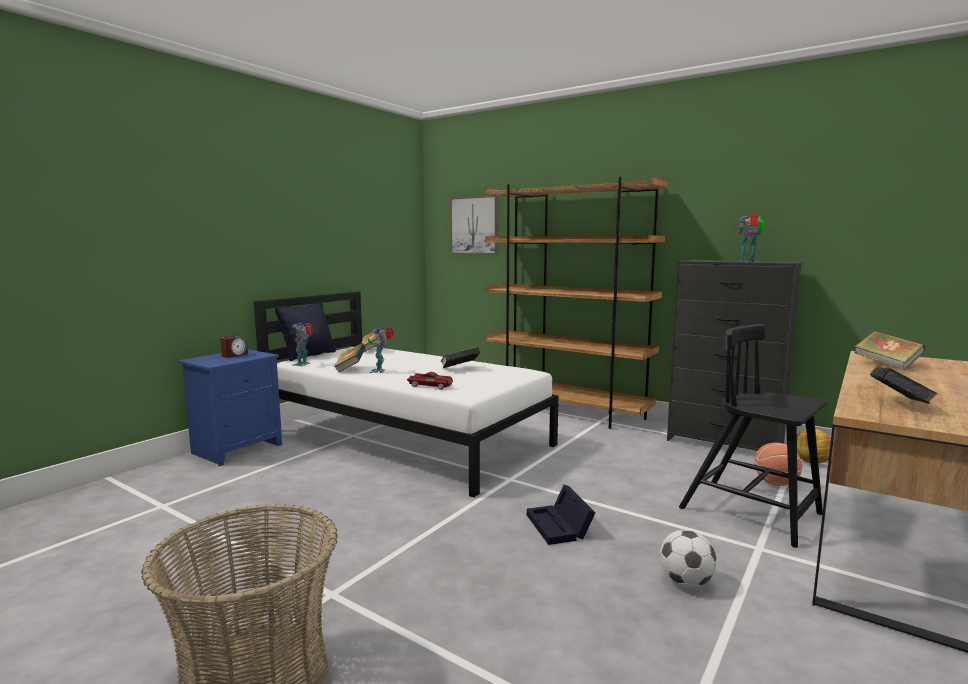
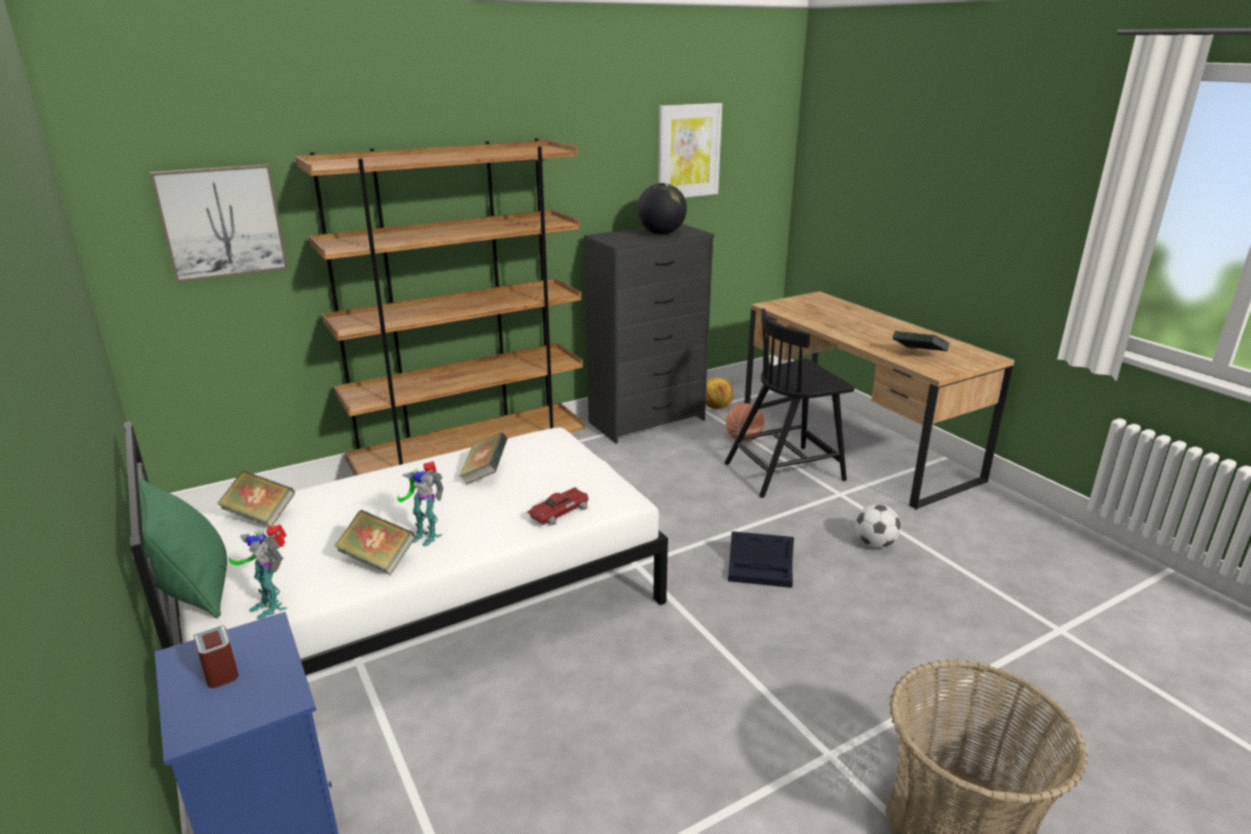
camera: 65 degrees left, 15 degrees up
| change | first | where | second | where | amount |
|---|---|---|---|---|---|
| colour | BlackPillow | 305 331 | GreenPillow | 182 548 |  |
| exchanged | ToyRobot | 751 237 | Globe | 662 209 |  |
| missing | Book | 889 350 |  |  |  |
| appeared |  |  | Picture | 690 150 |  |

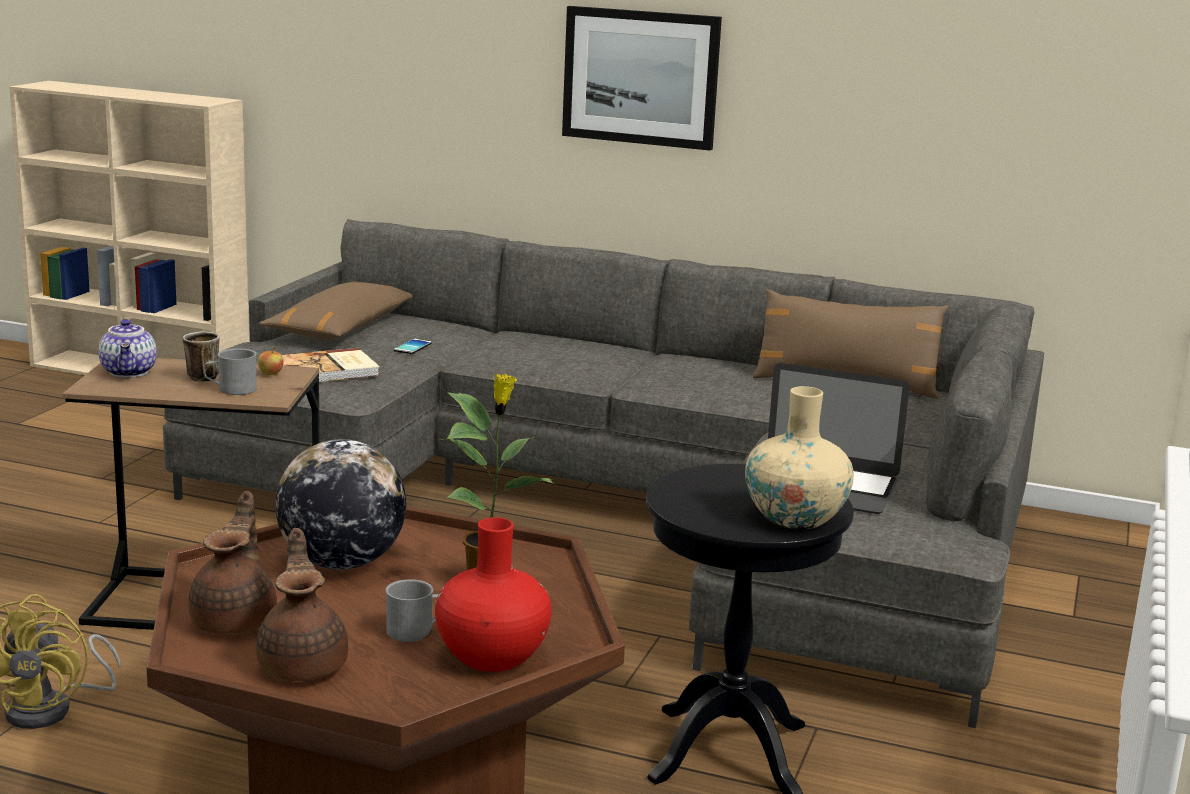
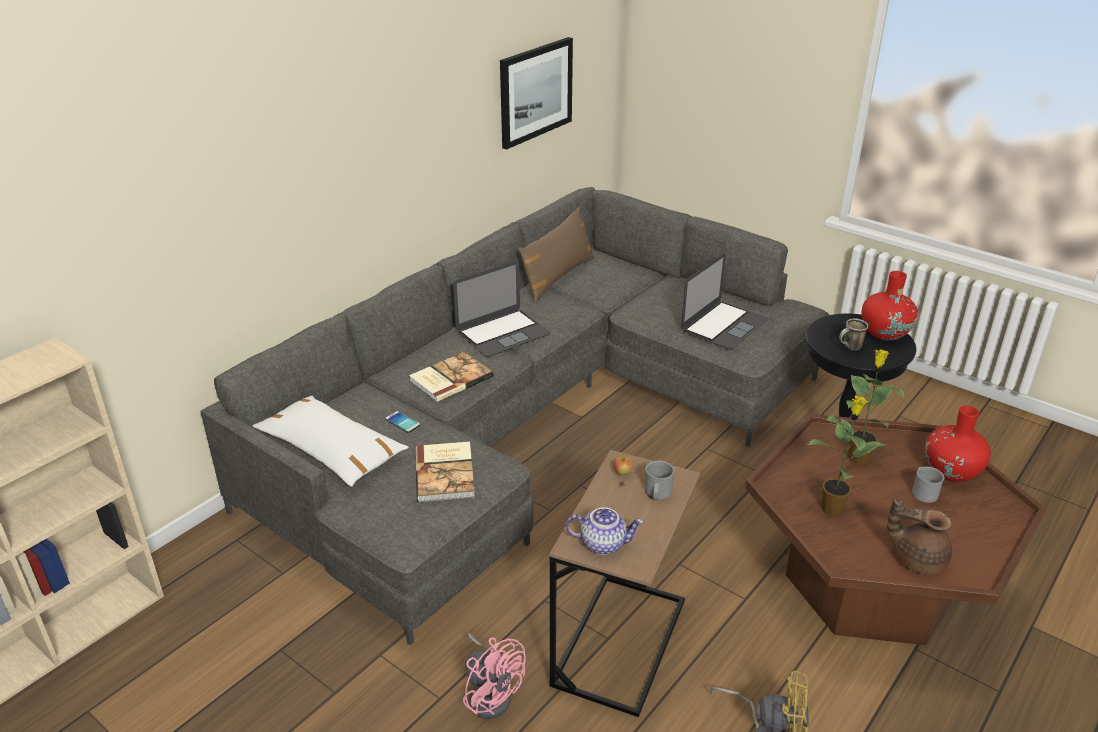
camera: 70 degrees left, 15 degrees up
| change | first | where | second | where | amount |
|---|---|---|---|---|---|
| relocated | Mug | 201 357 |  | 853 335 |  |
| missing | BrownTeapot | 302 604 |  |  |  |
| colour | BrownPillow | 336 311 | WhitePillow | 330 441 |  |
| exchanged | Globe | 340 504 | PottedPlant | 846 456 |  |
| relocated | Picture | 642 78 |  | 536 93 |  |
| colour | BeigeVase | 799 457 | RedVase | 890 306 |  |
| appeared |  |  | Book | 451 377 |  |
| appeared |  |  | Laptop | 501 309 |  |
| appeared |  |  | PinkFan | 494 676 |  |

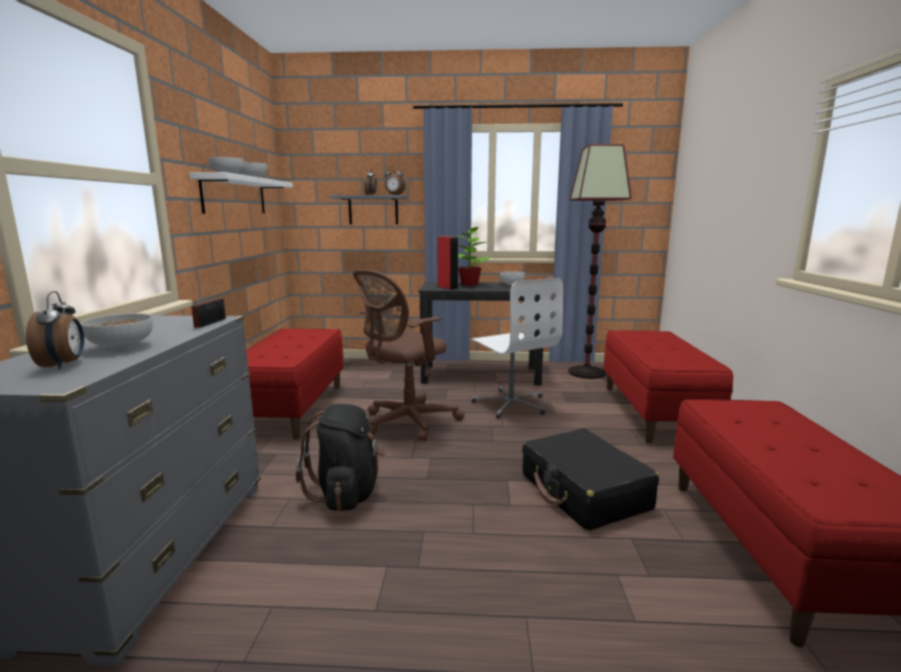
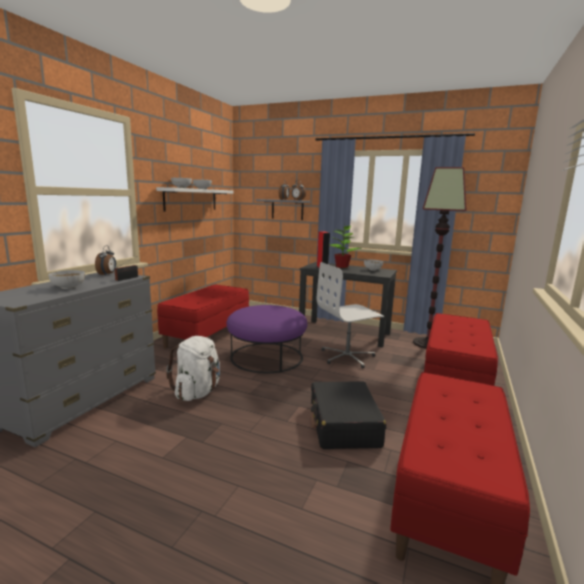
camera: 20 degrees right, 0 degrees up
| change | first | where | second | where | amount |
|---|---|---|---|---|---|
| relocated | AlarmClock | 55 330 |  | 105 260 |  |
| colour | BlackBackpack | 340 458 | WhiteBackpack | 193 368 |  |
| exchanged | BrownOfficeChair | 409 355 | PurpleOttoman | 266 339 |  |
| spun | WhiteOfficeChair | 516 348 |  | 350 315 | 75 degrees clockwise |

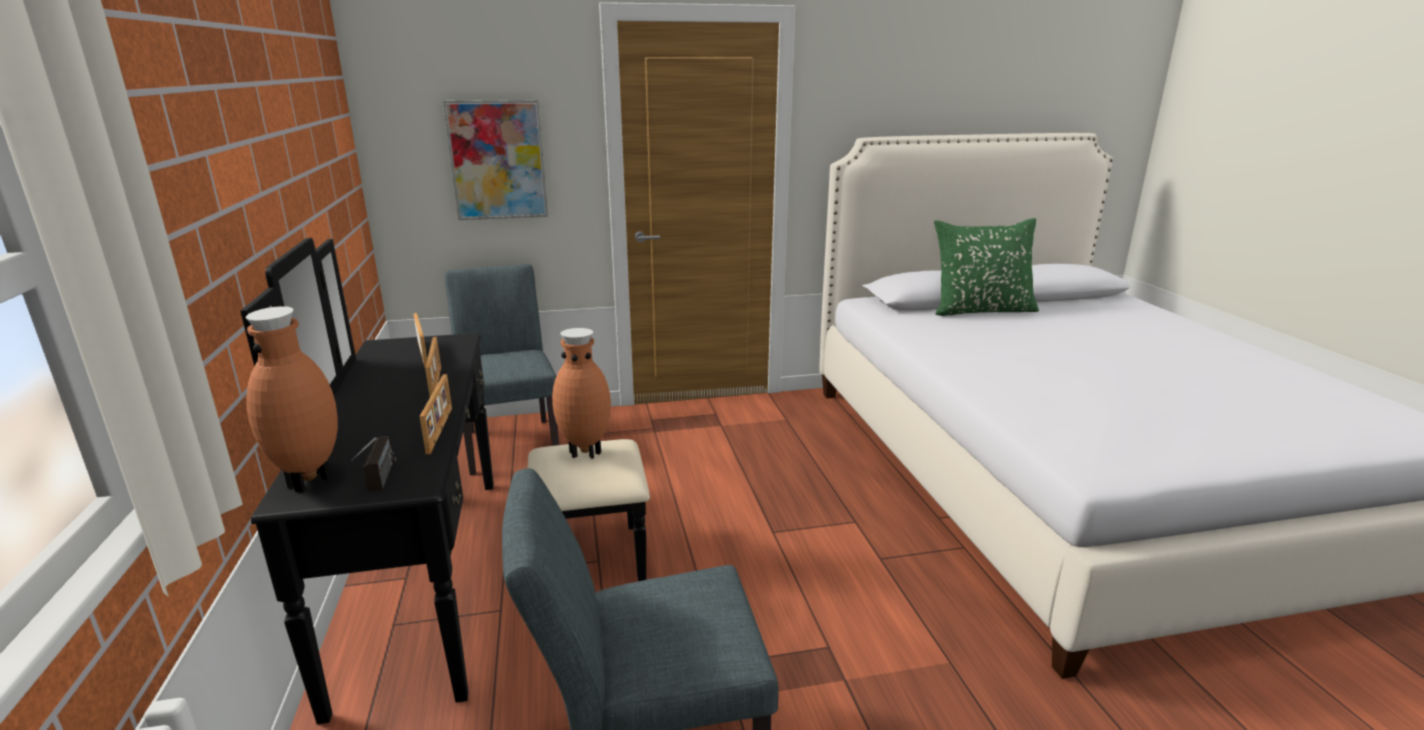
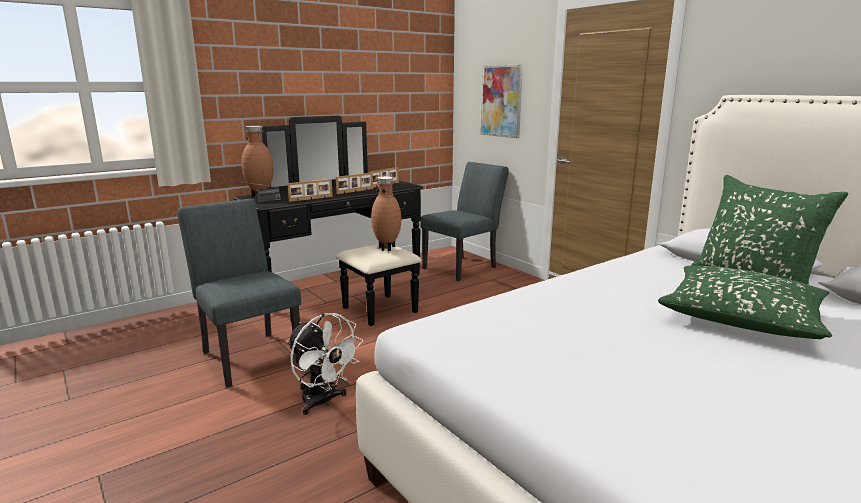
camera: 65 degrees right, 5 degrees down
| change | first | where | second | where | amount |
|---|---|---|---|---|---|
| appeared |  |  | WhiteFan | 325 364 |  |
| appeared |  |  | GreenPillow | 745 302 |  |

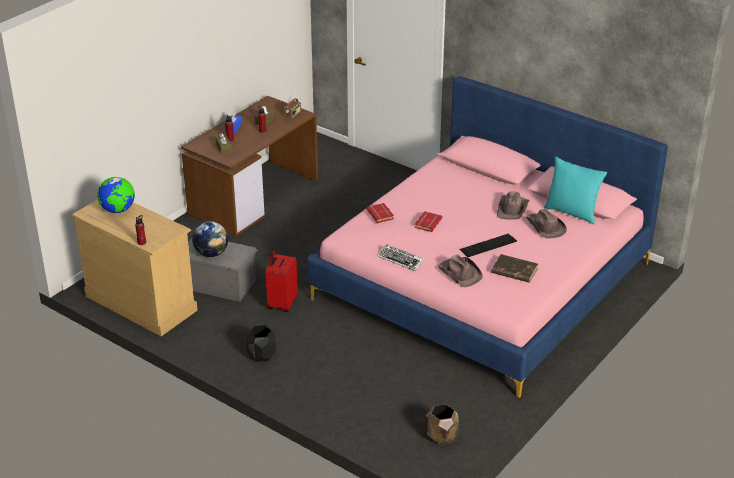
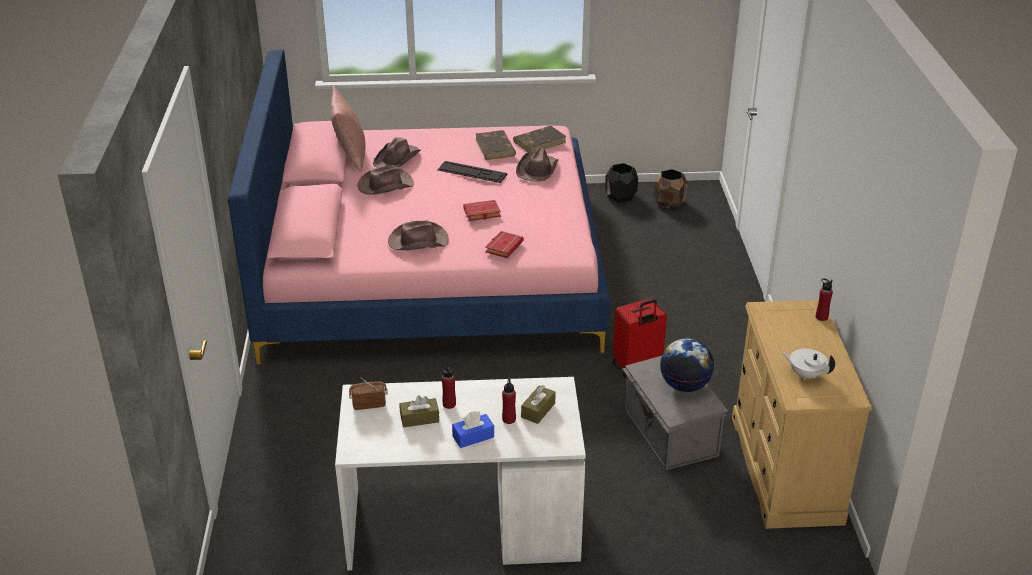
camera: 130 degrees left, 0 degrees up
| change | first | where | second | where | amount |
|---|---|---|---|---|---|
| exchanged | Globe | 116 195 | WhiteTeapot | 808 364 |  |
| colour | BrownDesk | 249 166 | WhiteDesk | 460 473 |  |
| relocated | BlackPlanter | 261 343 |  | 621 182 |  |
| missing | Keyboard | 400 257 |  |  |  |
| colour | TurquoisePillow | 575 190 | PinkPillow | 348 128 |  |
| appeared |  |  | BrownHat | 418 235 |  |
| appeared |  |  | BrownBook | 540 139 |  |

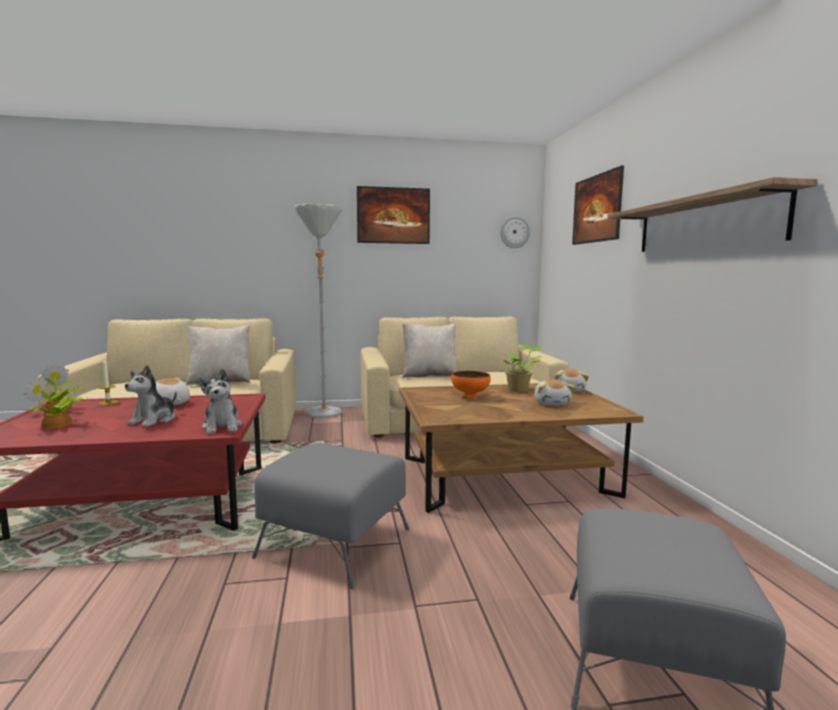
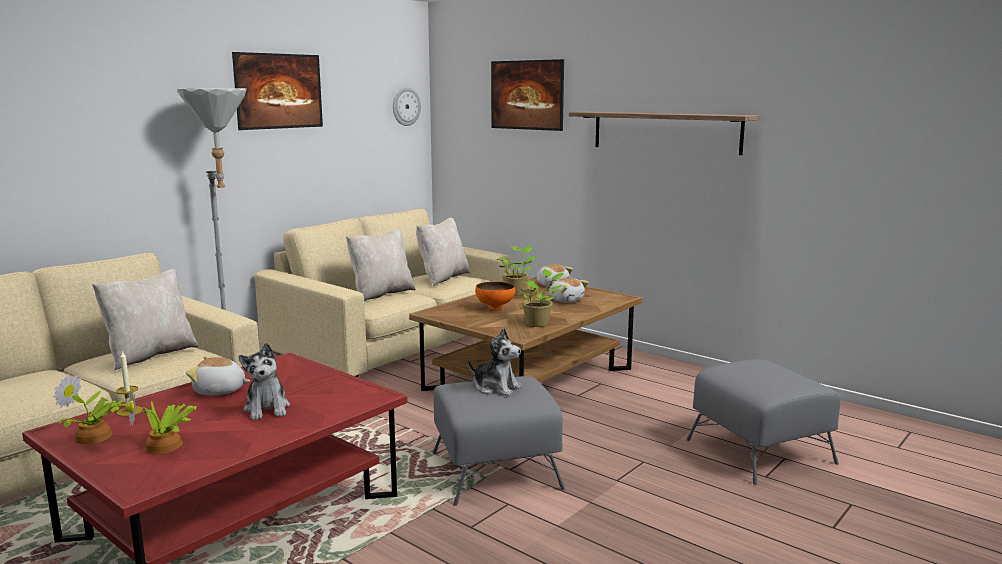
camera: 40 degrees left, 5 degrees up
| change | first | where | second | where | amount |
|---|---|---|---|---|---|
| relocated | PlushToy | 219 401 |  | 495 362 |  |
| appeared |  |  | BeigePillow | 443 252 |  |
| appeared |  |  | PottedPlant | 542 298 |  |

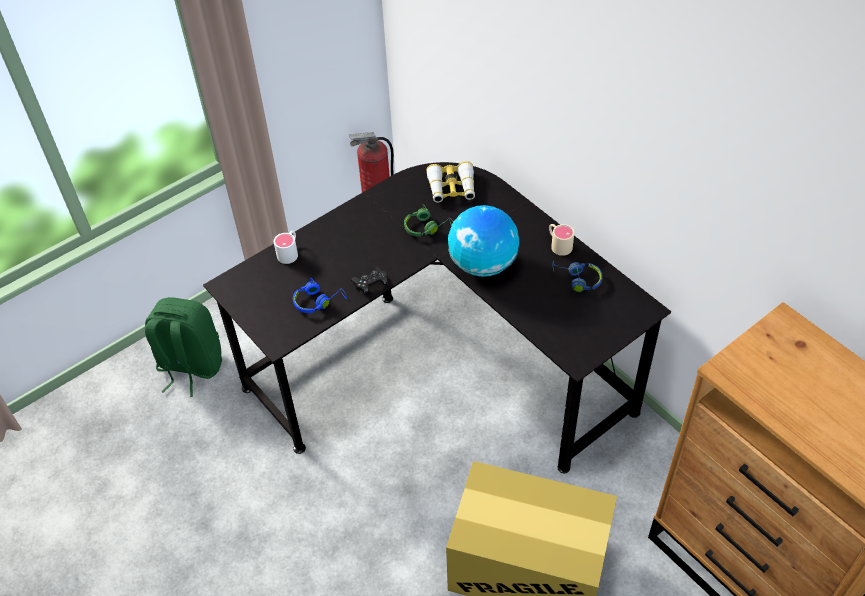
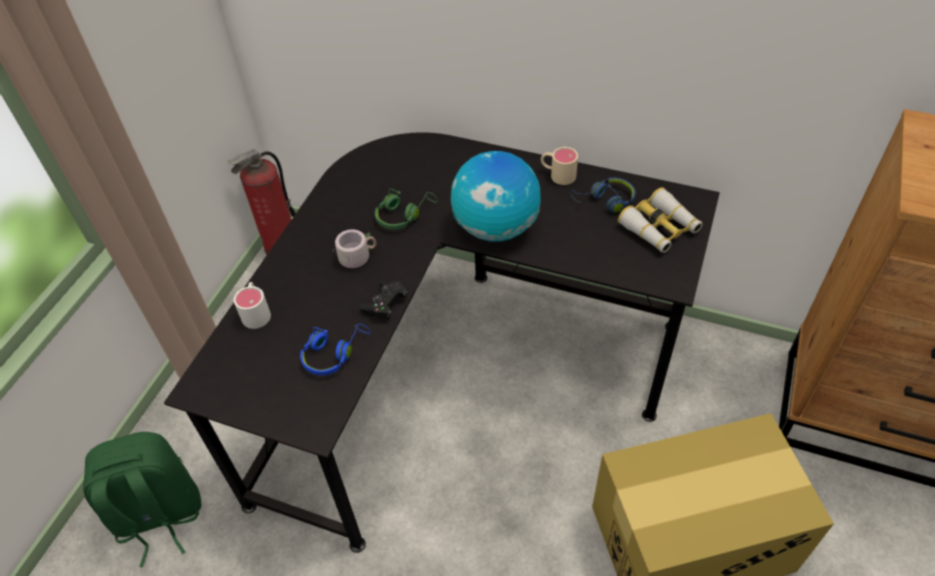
camera: 30 degrees left, 0 degrees up
| change | first | where | second | where | amount |
|---|---|---|---|---|---|
| relocated | Binoculars | 450 182 |  | 660 220 |  |
| appeared |  |  | GreyMug | 354 248 |  |

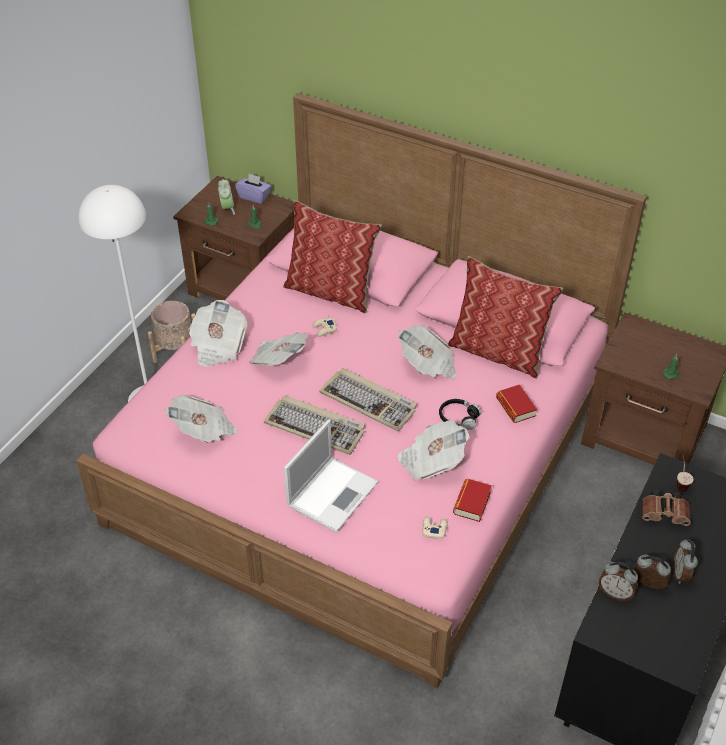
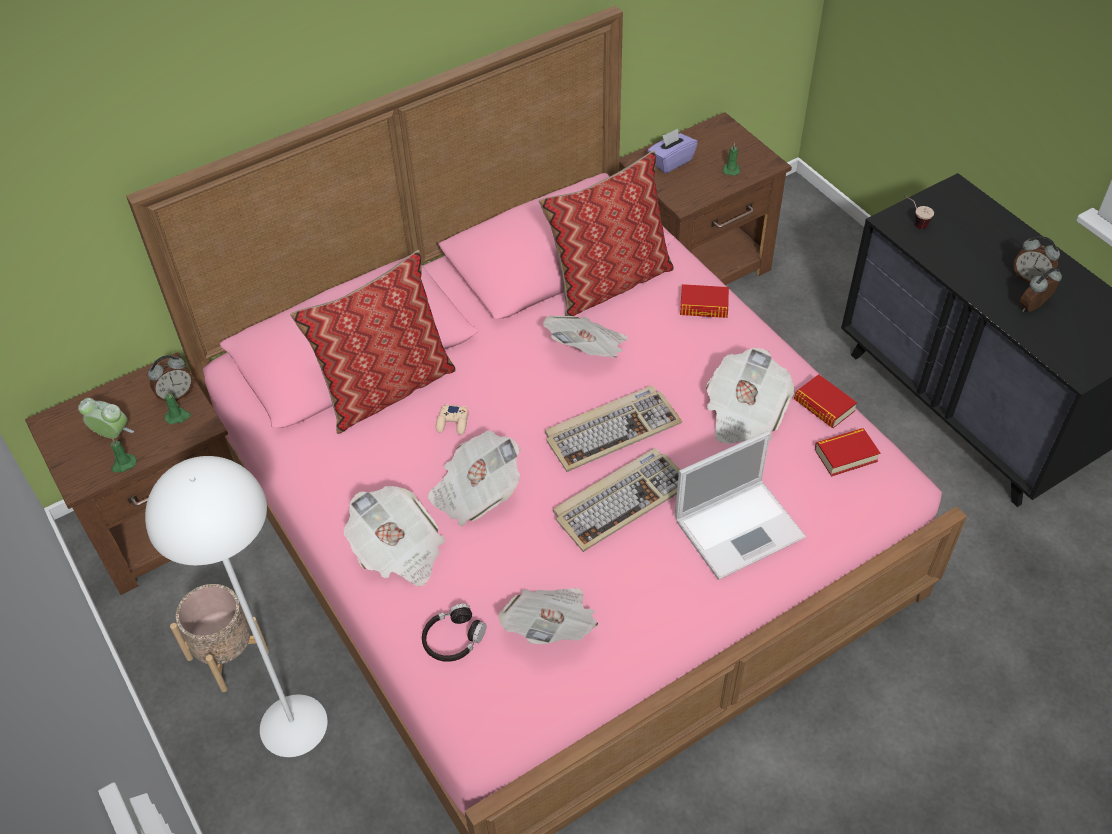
camera: 60 degrees left, 5 degrees up
| change | first | where | second | where | amount |
|---|---|---|---|---|---|
| relocated | PurpleTissueBox | 253 189 |  | 672 151 |  |
| spun | Laptop | 331 476 |  | 740 505 | 90 degrees clockwise |
| exchanged | BeigeGameController | 435 528 | Book | 847 452 |  |
| relocated | BlackHeadphones | 460 414 |  | 454 632 |  |
| relocated | AlarmClock | 618 581 |  | 171 379 |  |
| missing | BrownBinoculars | 666 508 |  |  |  |

